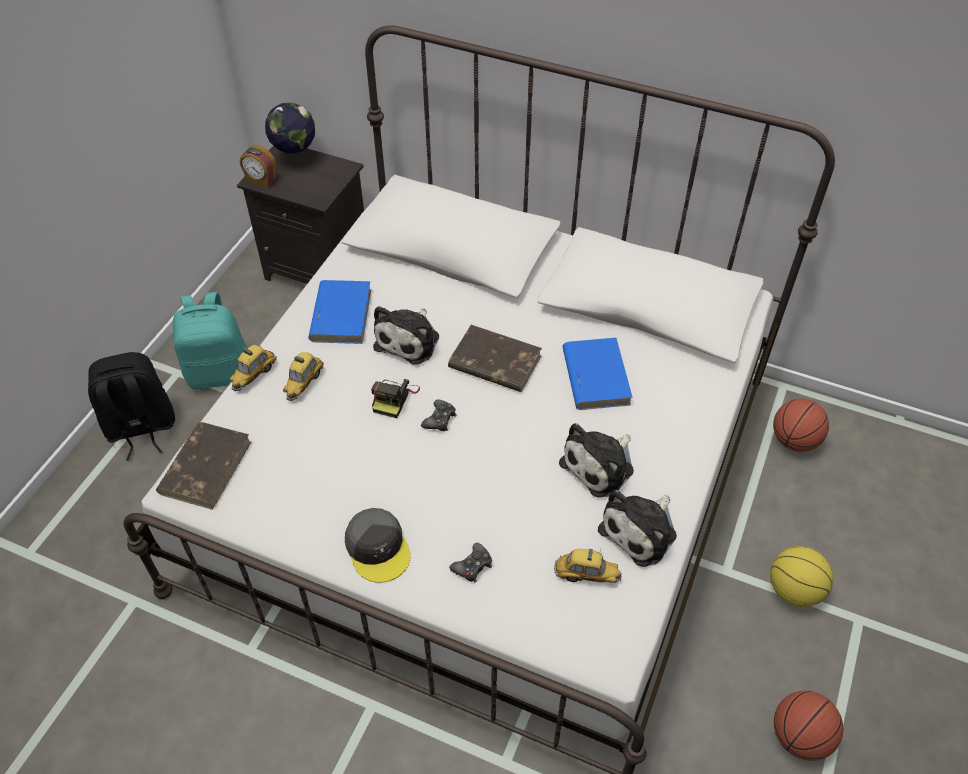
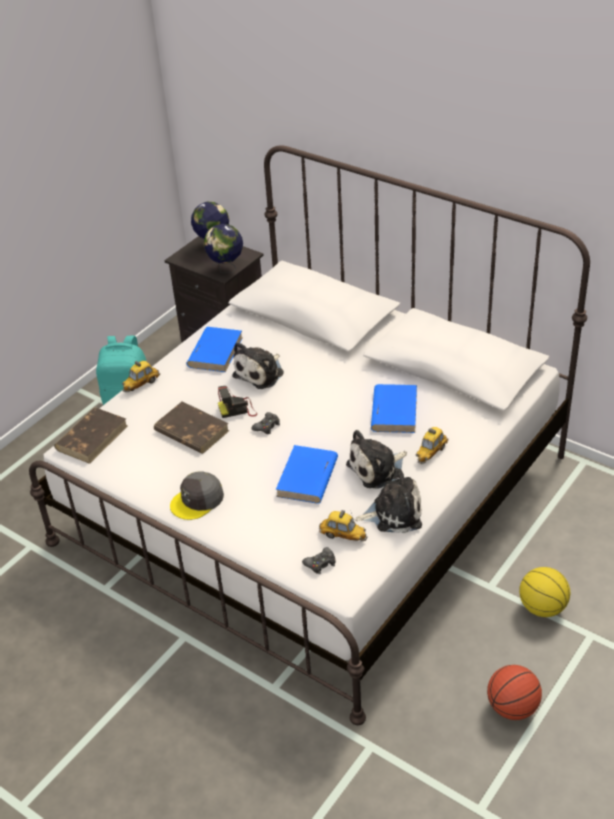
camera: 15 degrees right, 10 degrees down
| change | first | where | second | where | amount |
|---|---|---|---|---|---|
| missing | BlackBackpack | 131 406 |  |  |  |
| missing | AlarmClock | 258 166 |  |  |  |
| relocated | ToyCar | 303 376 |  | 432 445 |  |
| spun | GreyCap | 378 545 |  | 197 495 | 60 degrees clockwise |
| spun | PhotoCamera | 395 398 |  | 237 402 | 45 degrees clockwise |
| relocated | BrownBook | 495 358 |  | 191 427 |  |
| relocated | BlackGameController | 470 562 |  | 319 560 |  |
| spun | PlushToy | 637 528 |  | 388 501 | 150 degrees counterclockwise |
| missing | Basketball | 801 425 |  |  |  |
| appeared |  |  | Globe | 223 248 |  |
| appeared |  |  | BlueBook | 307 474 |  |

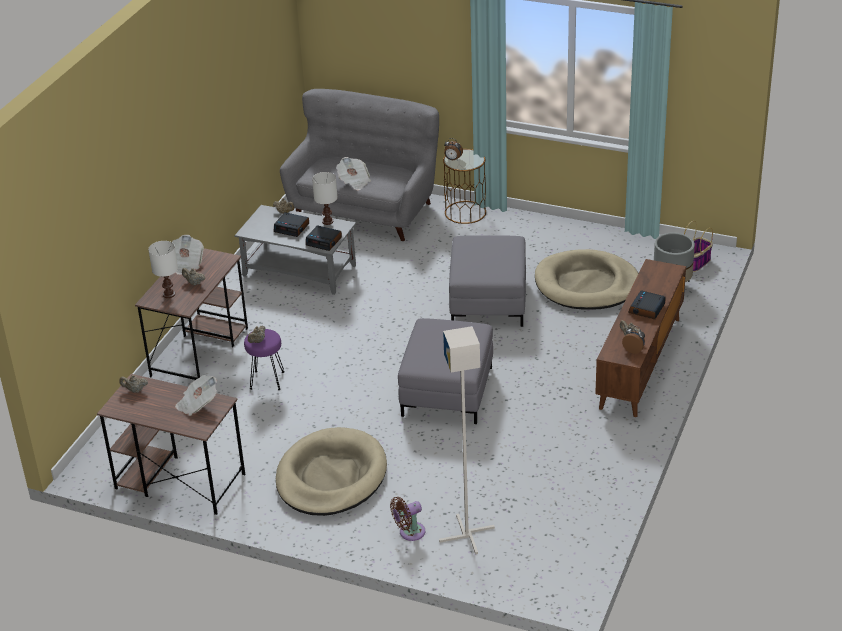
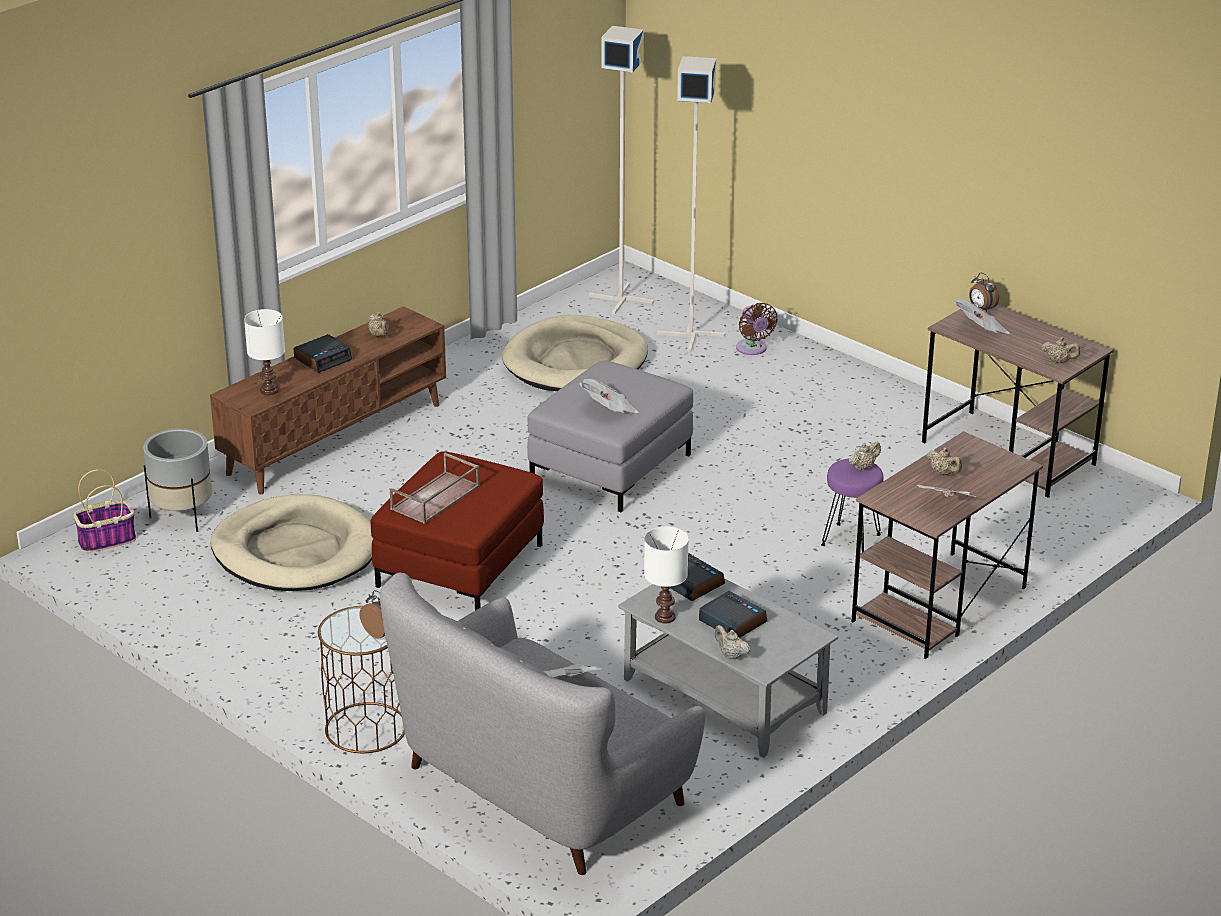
camera: 160 degrees left, 5 degrees down
| change | first | where | second | where | amount |
|---|---|---|---|---|---|
| relocated | WhiteTableLamp | 163 269 |  | 264 352 |  |
| relocated | BeigeDogBed | 331 471 |  | 575 353 |  |
| spun | BrownFan | 407 519 |  | 757 329 | 75 degrees clockwise |
| colour | GreyOttoman | 487 281 | RedOttoman | 457 530 |  |
| relocated | AlarmClock | 633 339 |  | 984 292 |  |
| appeared |  |  | BrownTray | 435 488 |  |
| appeared |  |  | Newspaper | 608 396 |  |
| appeared |  |  | GreyFloorLamp | 621 170 |  |

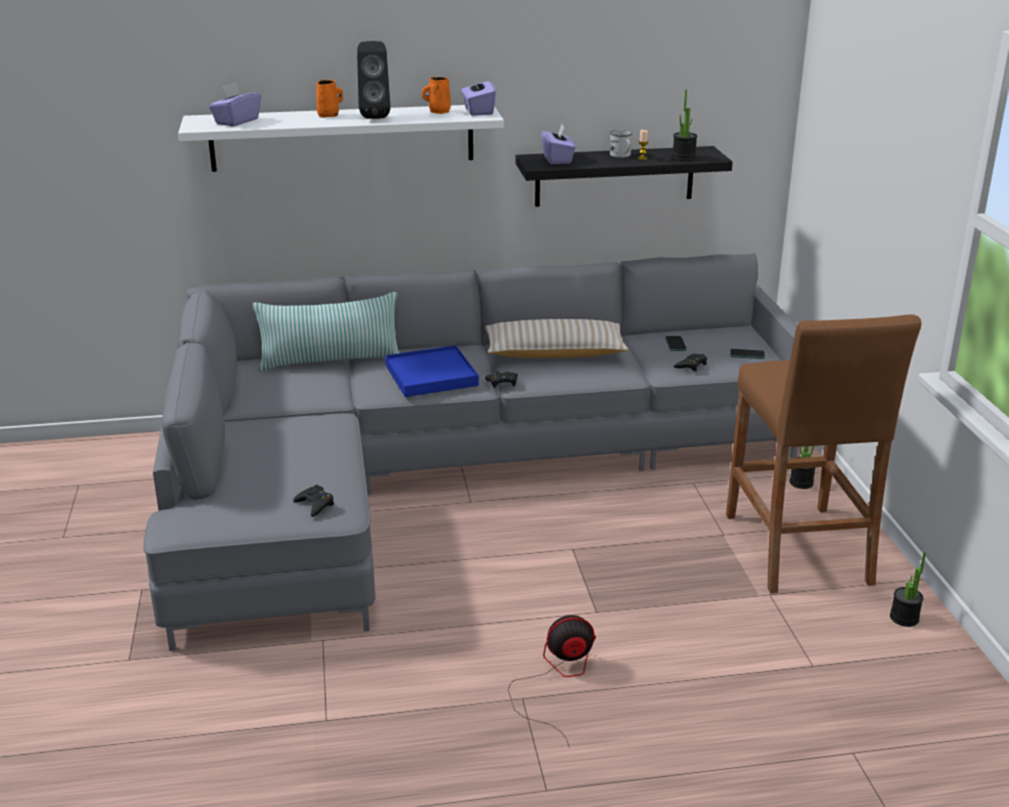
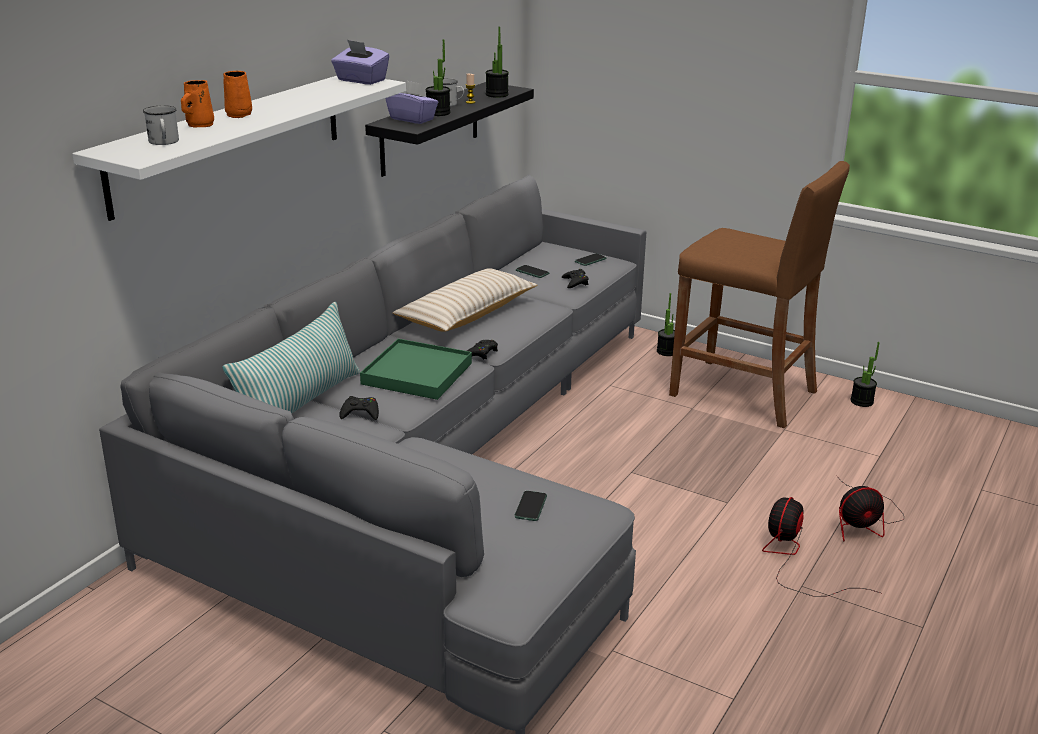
camera: 50 degrees left, 0 degrees up
| change | first | where | second | where | amount |
|---|---|---|---|---|---|
| exchanged | PurpleTissueBox | 235 104 | WhiteMug | 161 125 |  |
| relocated | BlackGameController | 313 501 |  | 359 408 |  |
| missing | BlackSpeaker | 374 80 |  |  |  |
| colour | BlueTray | 432 371 | GreenTray | 416 369 |  |
| relocated | OrangeMug | 436 95 |  | 197 103 |  |
| appeared |  |  | PottedPlant | 438 77 |  |
| appeared |  |  | Phone | 530 506 |  |
| appeared |  |  | Fan | 870 508 |  |

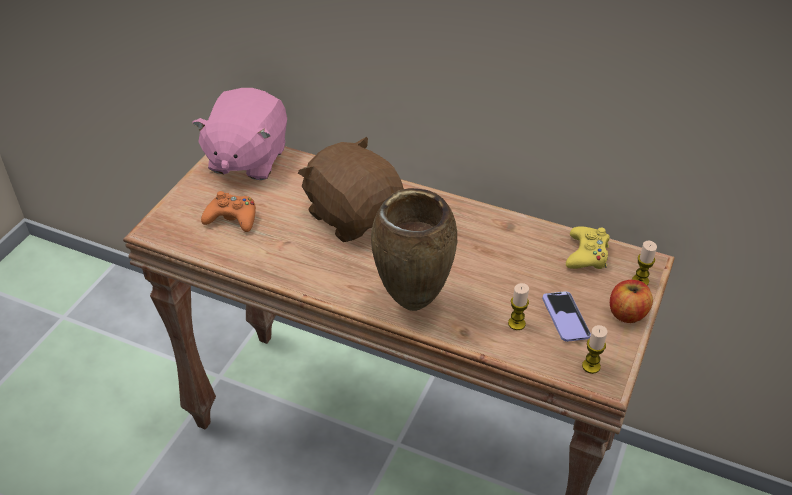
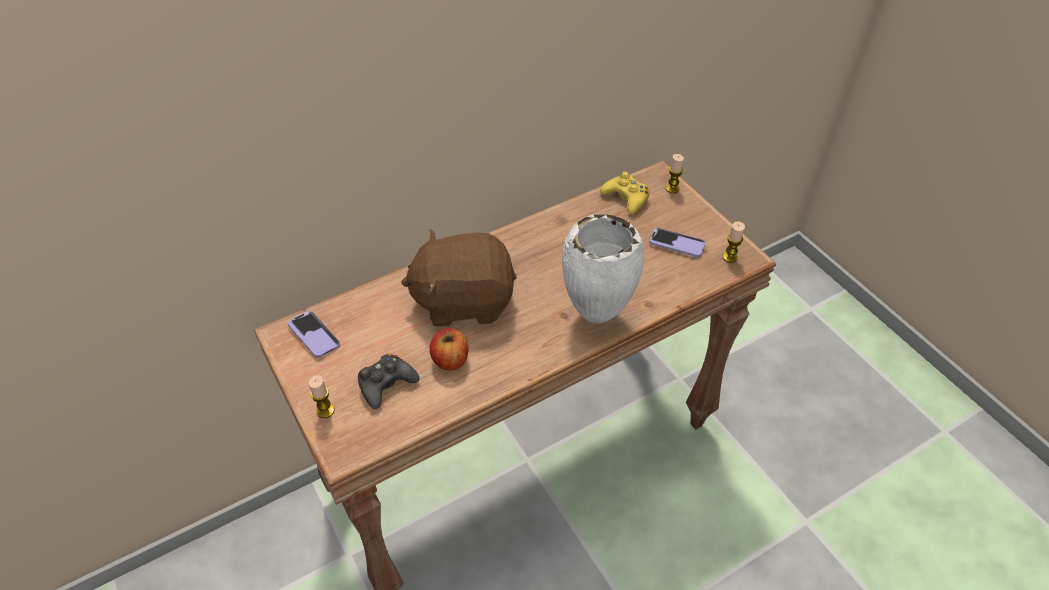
camera: 55 degrees left, 5 degrees up
| change | first | where | second | where | amount |
|---|---|---|---|---|---|
| exchanged | PinkPlushToy | 239 134 | Phone | 314 334 |  |
| colour | OrangeGameController | 228 211 | BlackGameController | 388 381 |  |
| colour | BrownVase | 414 249 | WhiteVase | 603 269 |  |
| relocated | Candle | 518 306 |  | 321 396 |  |
| relocated | Apple | 631 301 |  | 449 349 |  |

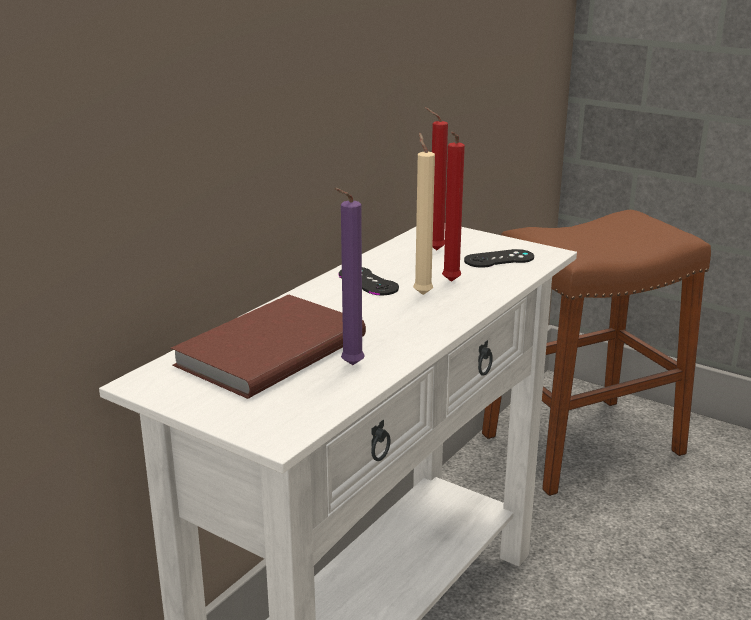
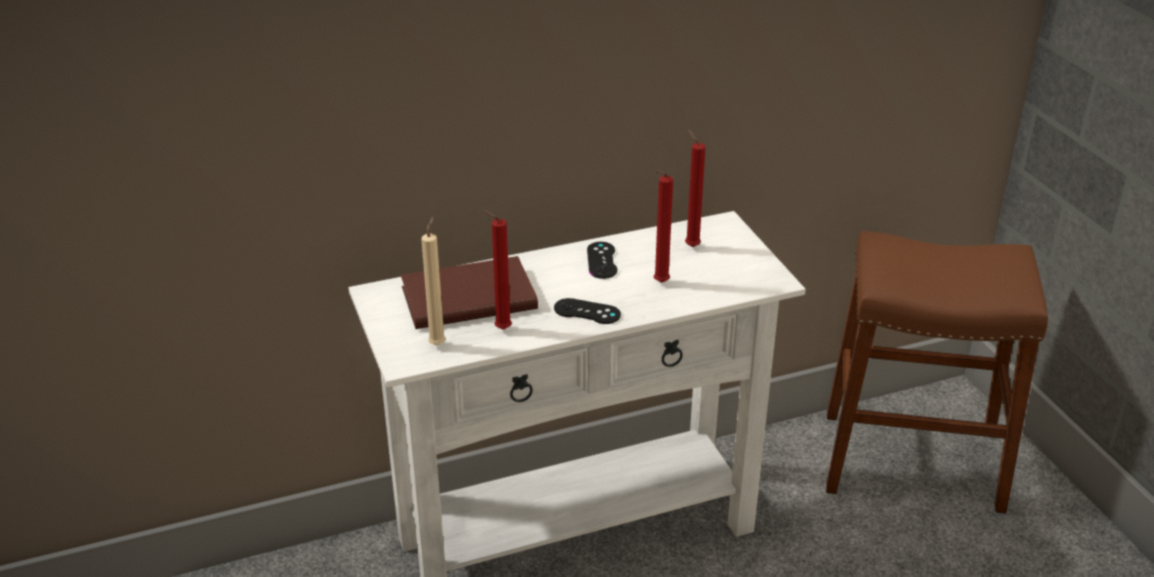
camera: 35 degrees right, 10 degrees up
| change | first | where | second | where | amount |
|---|---|---|---|---|---|
| colour | PurpleCandle | 349 276 | RedCandle | 497 270 |  |
| relocated | BeigeCandle | 424 214 |  | 433 281 |  |
| relocated | BlackGameController | 499 258 |  | 587 311 |  |

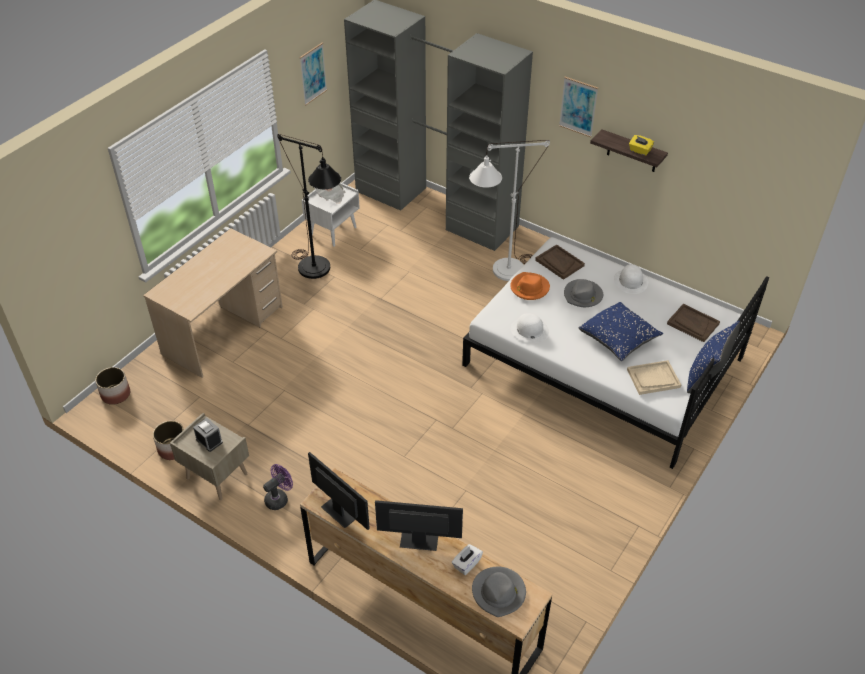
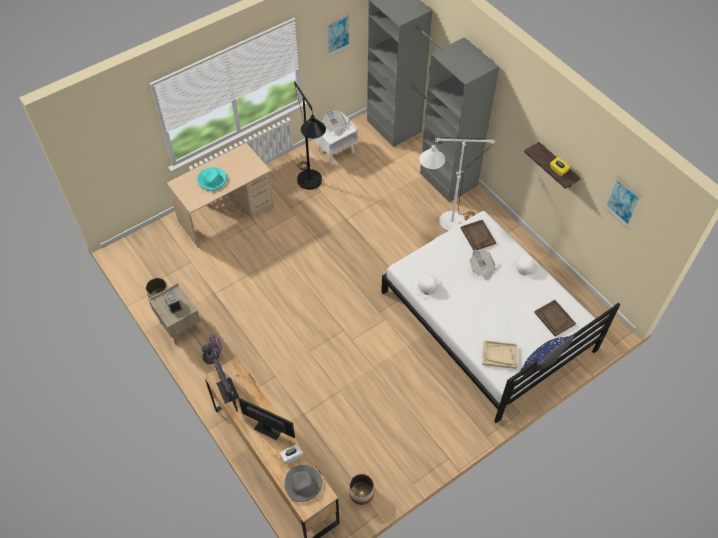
camera: 20 degrees right, 10 degrees up
| change | first | where | second | where | amount |
|---|---|---|---|---|---|
| relocated | Planter | 112 386 |  | 361 489 |  |
| missing | OrangeHat | 530 286 |  |  |  |
| relocated | Picture | 578 107 |  | 623 202 |  |
| exchanged | GreyHat | 583 293 | Newspaper | 483 265 |  |
| missing | BluePillow | 620 331 |  |  |  |
| appeared |  |  | TurquoiseHat | 212 179 |  |

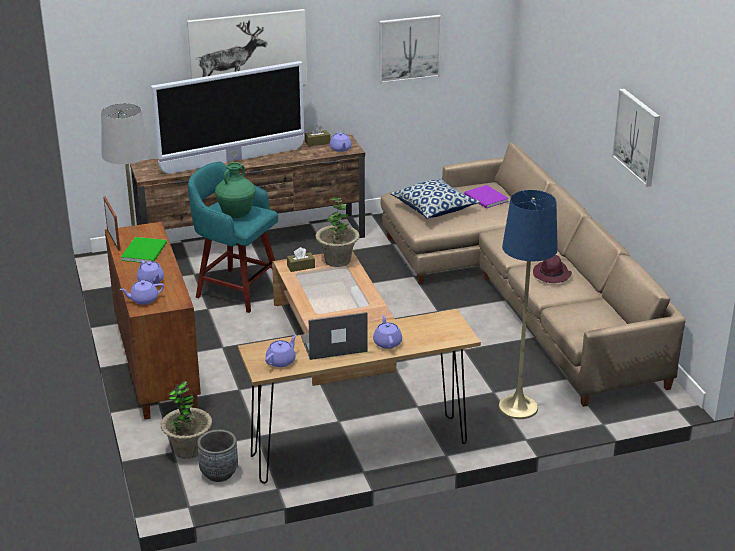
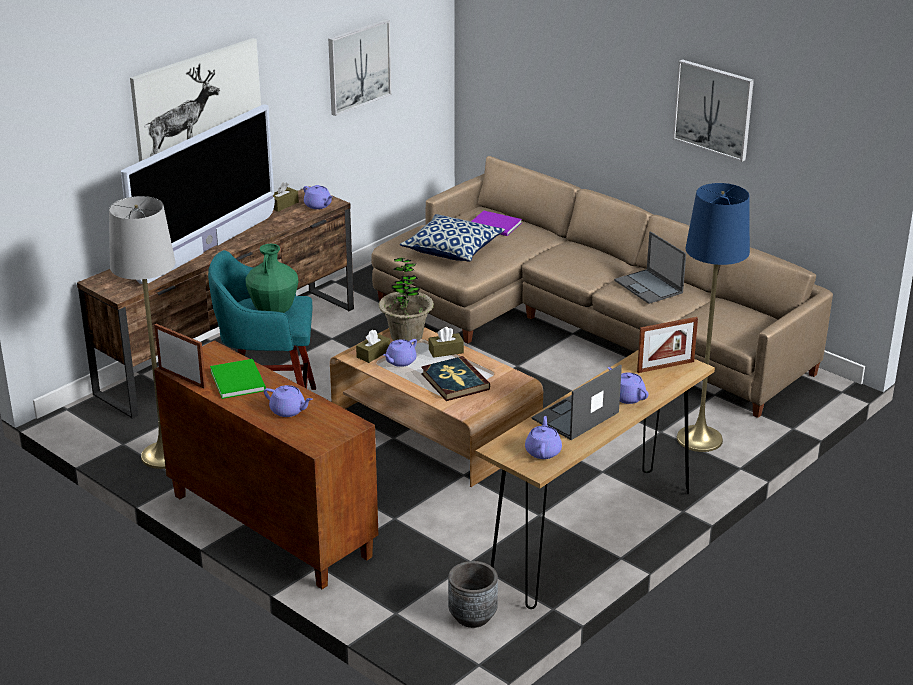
camera: 30 degrees left, 0 degrees up
| change | first | where | second | where | amount |
|---|---|---|---|---|---|
| relocated | PurpleTeapot | 141 292 |  | 400 353 |  |
| missing | PottedPlant | 186 419 |  |  |  |
| exchanged | PurpleHat | 552 269 | Laptop | 650 267 |  |
| appeared |  |  | Book | 455 378 |  |
| appeared |  |  | BrownTissueBox | 446 342 |  |
| appeared |  |  | PictureFrame | 667 345 |  |

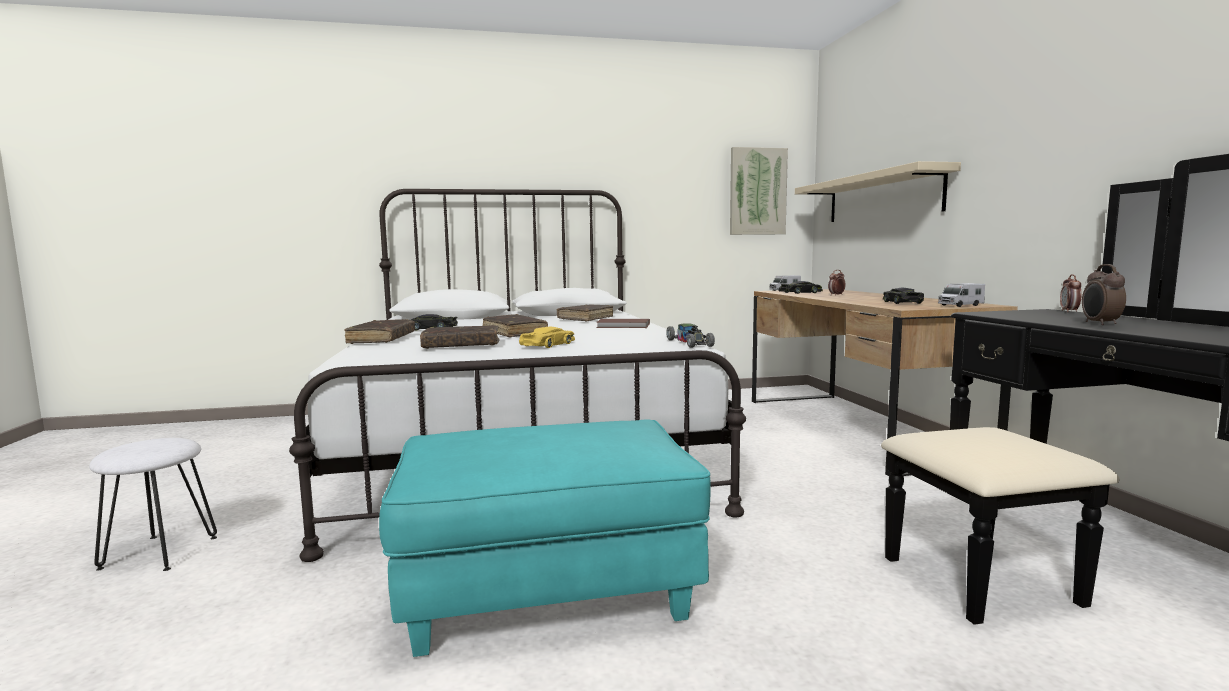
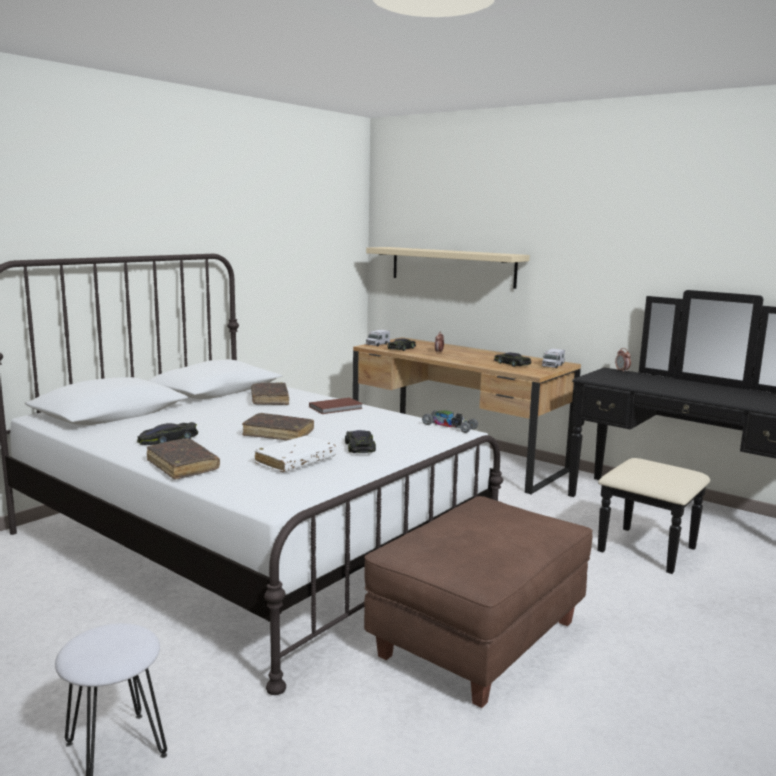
camera: 40 degrees left, 5 degrees up
| change | first | where | second | where | amount |
|---|---|---|---|---|---|
| colour | TurquoiseOttoman | 545 538 | BrownOttoman | 478 602 |  |
| colour | BrownBook | 460 337 | WhiteBook | 295 454 |  |
| colour | YellowToyCar | 547 337 | BlackToyCar | 360 441 |  |
| missing | Picture | 759 191 |  |  |  |
| missing | AlarmClock | 1104 294 |  |  |  |

